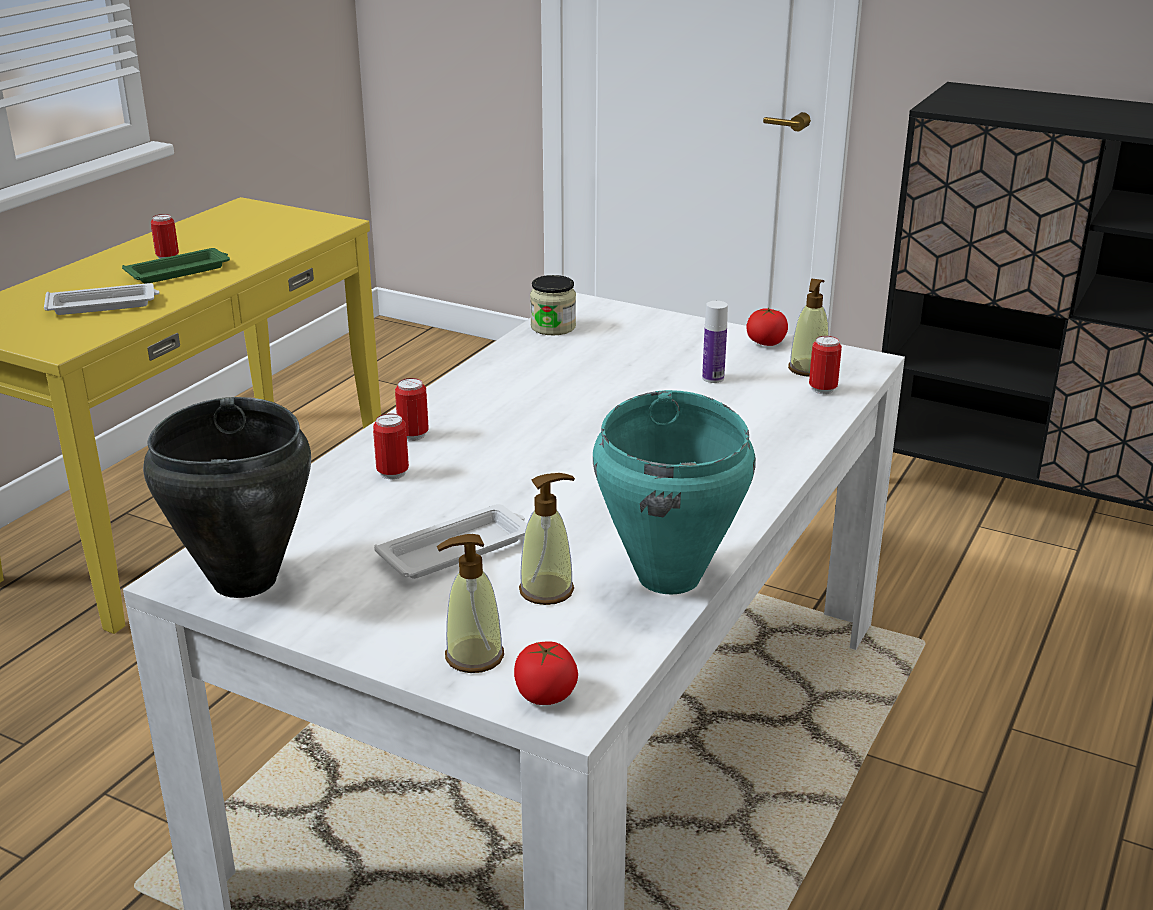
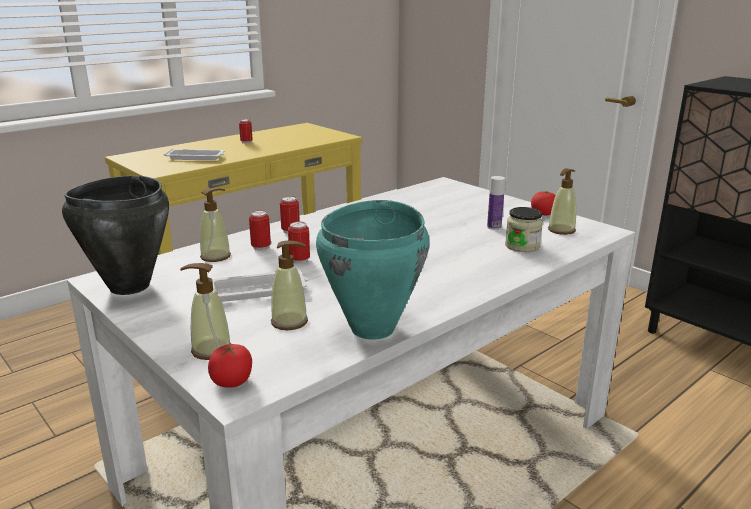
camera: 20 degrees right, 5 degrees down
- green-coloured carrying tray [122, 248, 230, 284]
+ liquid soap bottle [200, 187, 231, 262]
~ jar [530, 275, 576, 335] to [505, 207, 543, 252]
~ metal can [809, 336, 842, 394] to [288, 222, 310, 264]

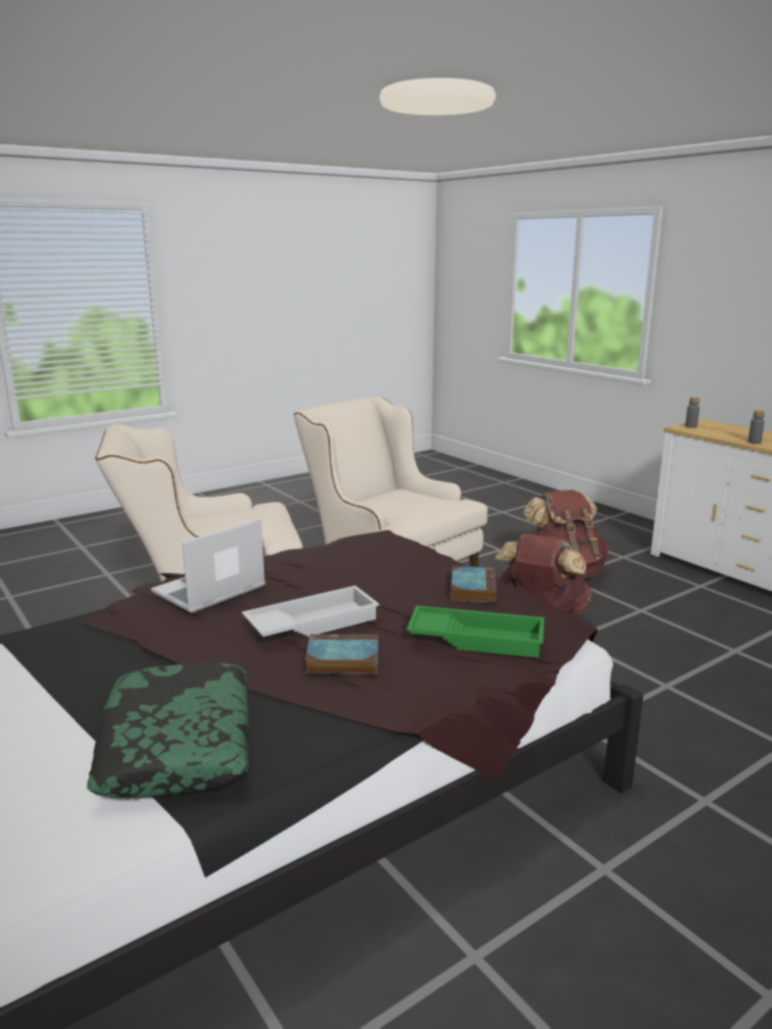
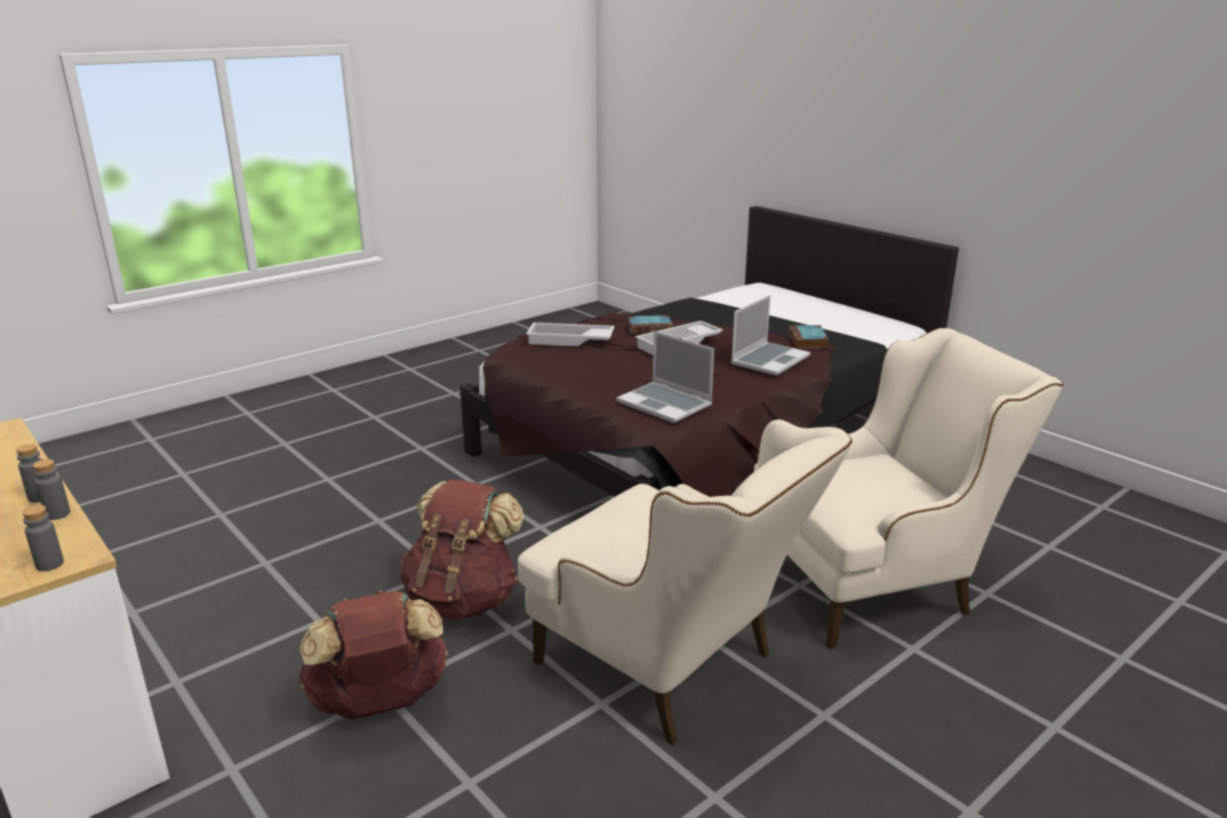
camera: 175 degrees right, 5 degrees up
- throw pillow [87, 662, 249, 798]
+ gray bottle [33, 459, 70, 520]
+ laptop [616, 331, 714, 423]
~ book [450, 566, 497, 603] to [789, 325, 829, 348]
~ green-coloured carrying tray [406, 605, 544, 658] to white carrying tray [526, 323, 615, 346]

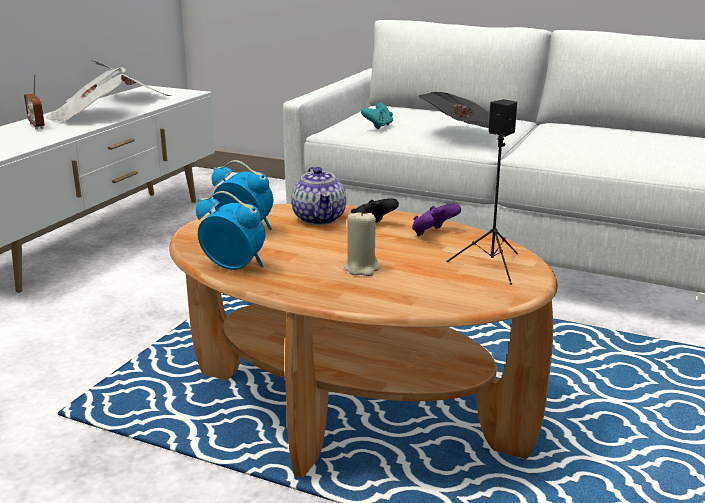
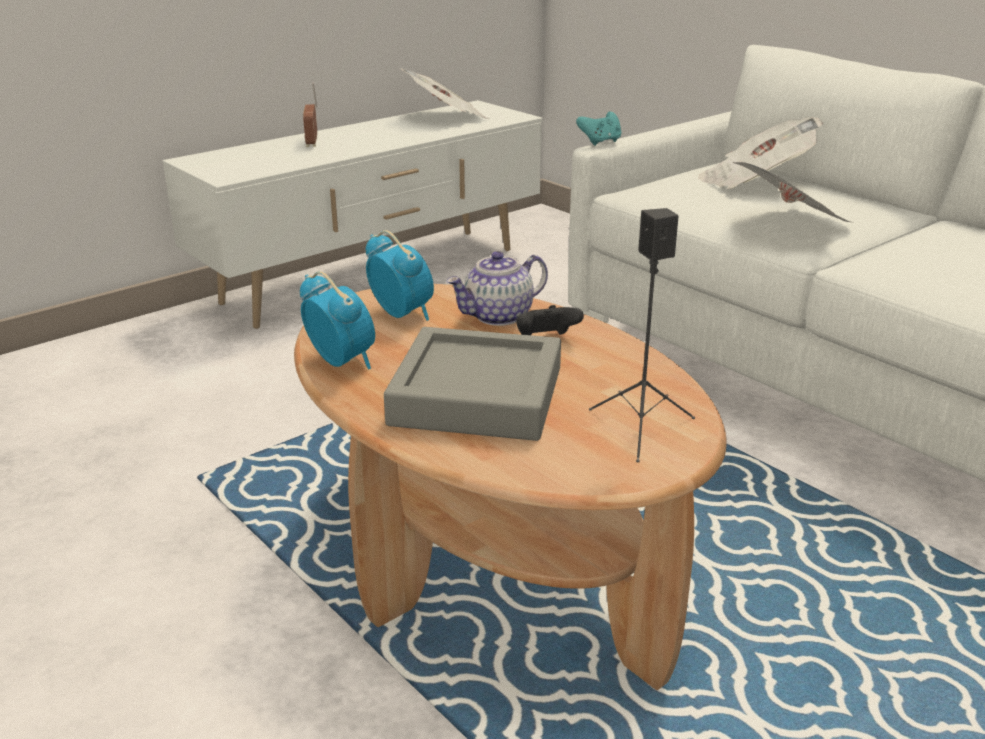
camera: 25 degrees right, 5 degrees up
- purplish game controller [412, 204, 461, 236]
~ newspaper [46, 67, 126, 121] to [698, 117, 823, 189]
~ turquoise-coloured game controller [361, 103, 393, 130] to [576, 112, 622, 146]
~ sand-coloured wax light [344, 210, 380, 276] to gray carrying tray [384, 327, 561, 441]
~ teapot [291, 167, 346, 225] = [446, 251, 548, 326] 45 degrees clockwise

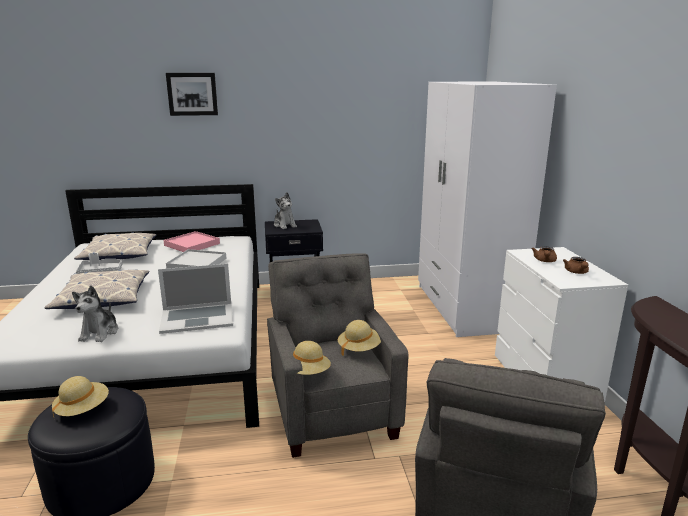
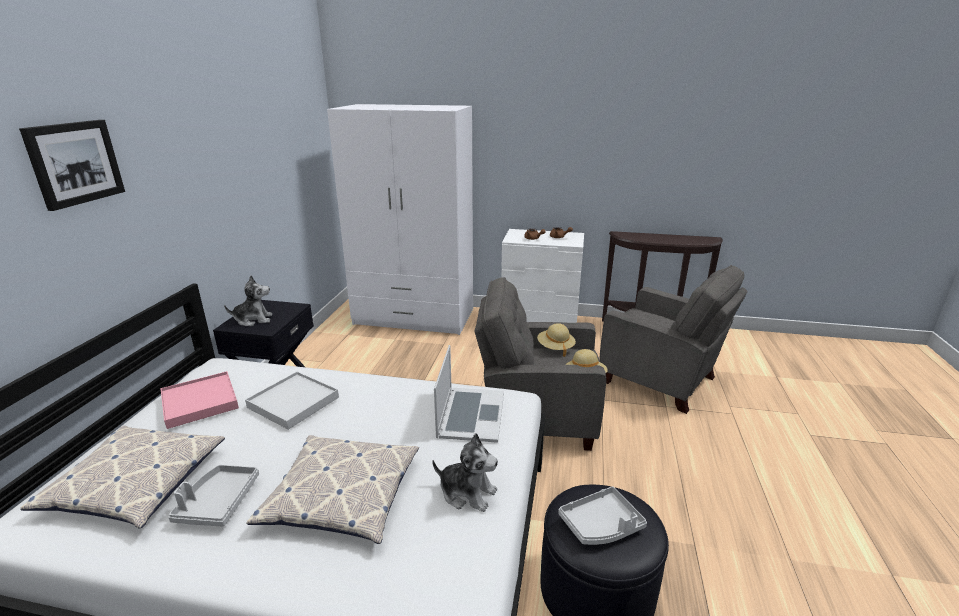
camera: 70 degrees left, 5 degrees up
~ sand-coloured hat [52, 376, 109, 420] to gray carrying tray [558, 486, 647, 545]

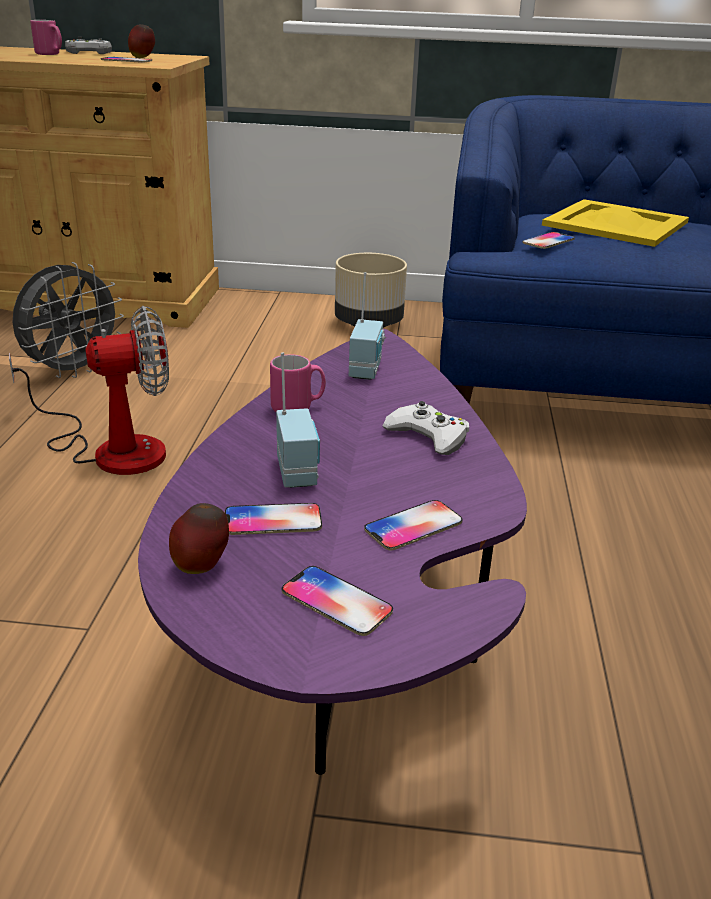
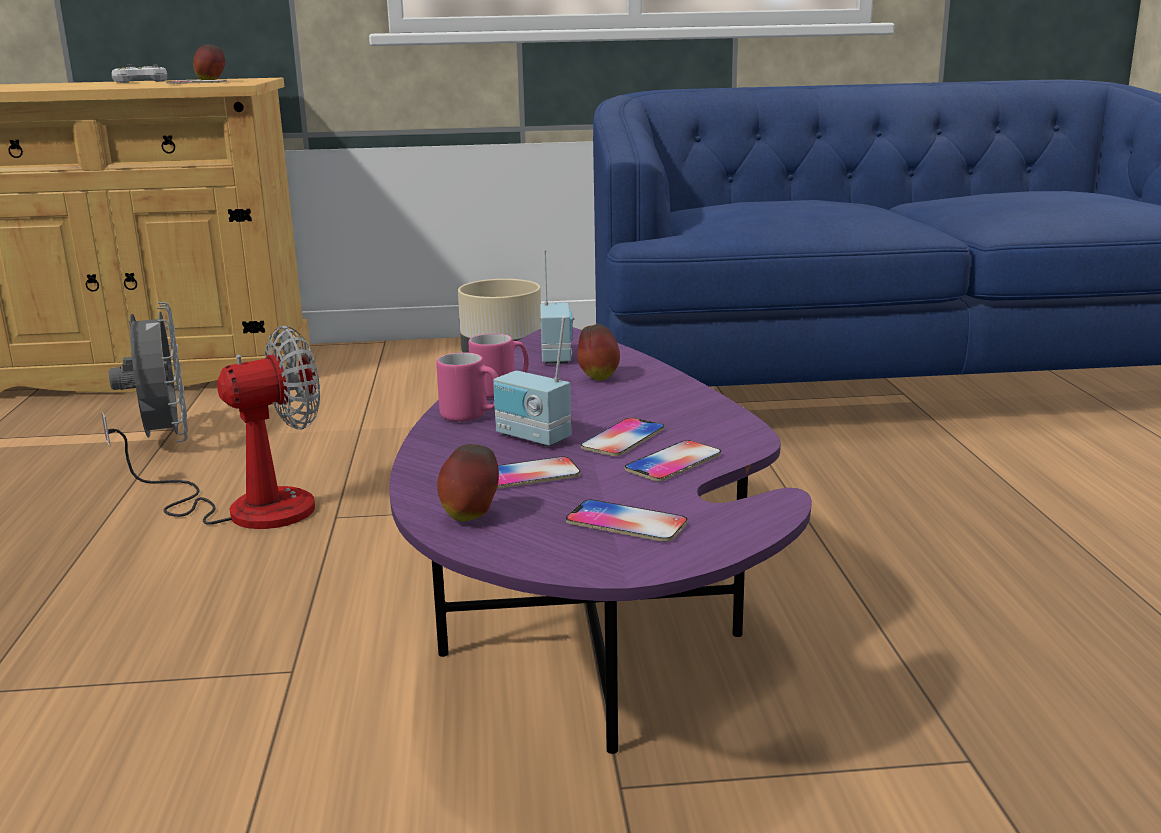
camera: 10 degrees left, 10 degrees down
- white game controller [382, 401, 469, 455]
- yellow-coloured carrying tray [542, 199, 689, 247]
+ apple fruit [577, 324, 620, 381]
~ pink mug [30, 20, 62, 55] to [436, 352, 498, 422]
~ handset [522, 232, 575, 249] to [581, 418, 665, 456]
~ gray cooling fan [12, 262, 124, 378] = [109, 302, 188, 442] 45 degrees counterclockwise
~ radio receiver [276, 353, 320, 488] = [493, 317, 572, 447] 150 degrees clockwise

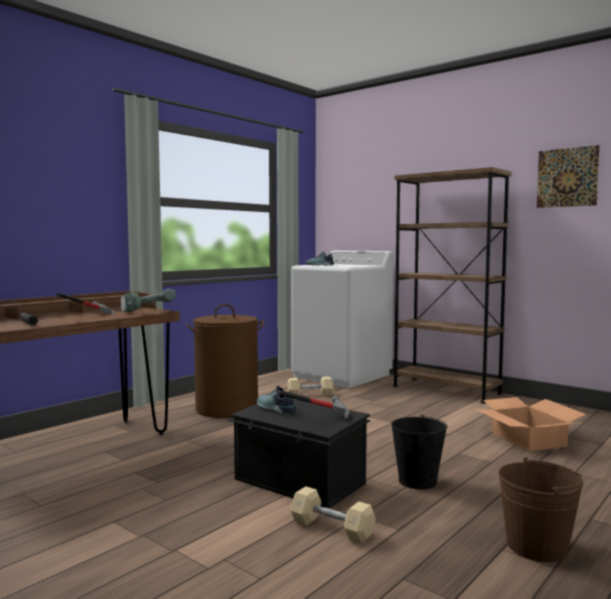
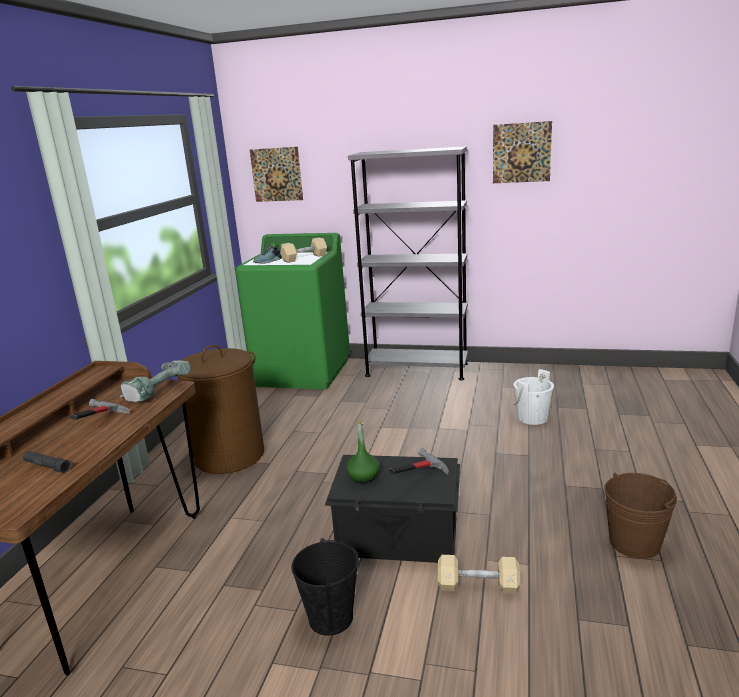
camera: 25 degrees left, 15 degrees up
+ picture [250, 147, 303, 202]
~ sand-coloured dumbbell [287, 377, 334, 396] to [280, 237, 327, 263]
~ black-coloured water bucket [391, 414, 448, 489] to [292, 538, 359, 636]
~ low shoe [257, 386, 296, 414] to green-coloured bottle [347, 419, 380, 483]
~ cardboard box [475, 397, 586, 451] to white water bucket [514, 369, 554, 425]
~ white laundry appliance [291, 250, 393, 388] to green-coloured laundry appliance [235, 233, 350, 390]
~ brown-coloured bookcase [393, 167, 512, 404] to gray bookcase [348, 146, 468, 380]

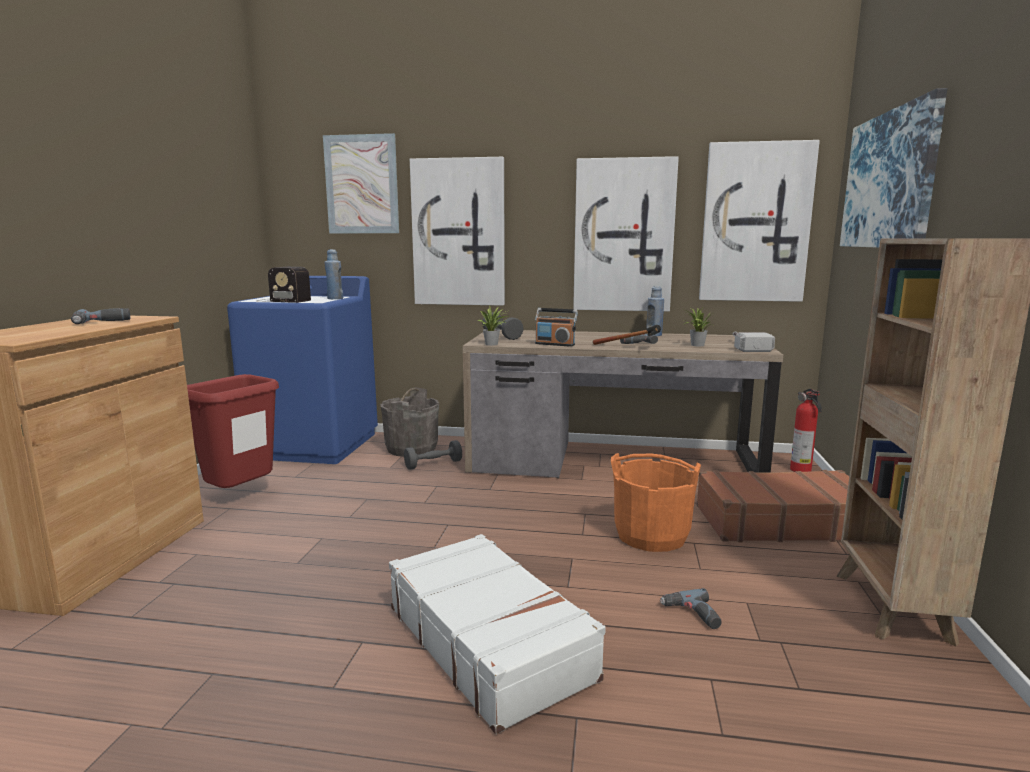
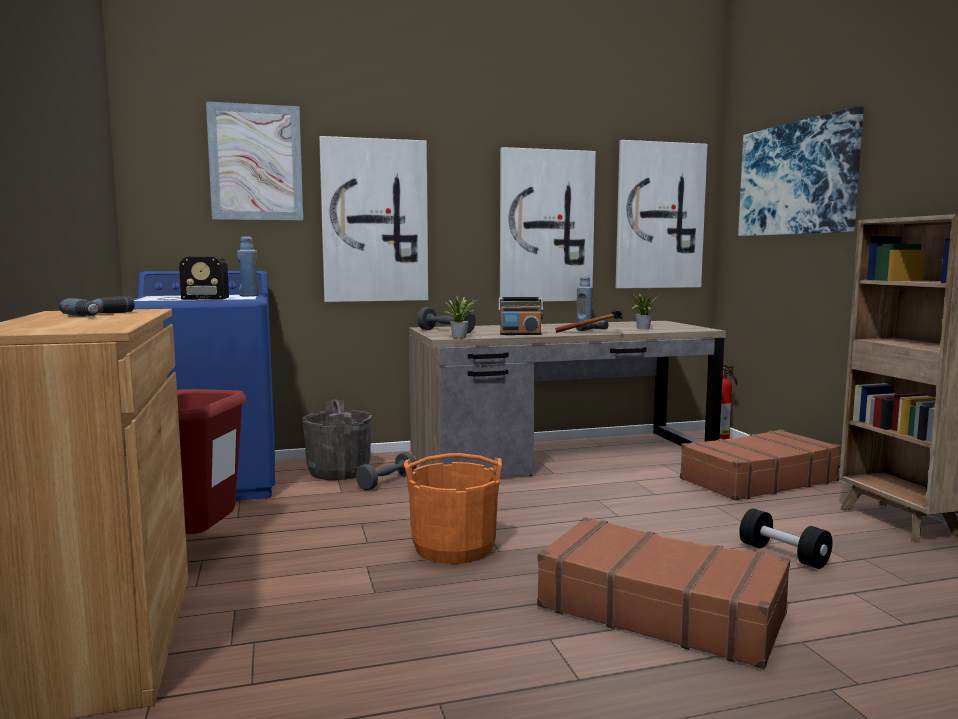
camera: 25 degrees left, 5 degrees down
- hand hammer [733, 332, 775, 352]
~ orange water bucket [611, 453, 701, 552] to [404, 453, 502, 564]
~ electric drill [660, 588, 722, 629] to black-coloured dumbbell [739, 509, 832, 569]
~ white piece of luggage [389, 534, 606, 734] to brown-coloured piece of luggage [537, 517, 790, 669]

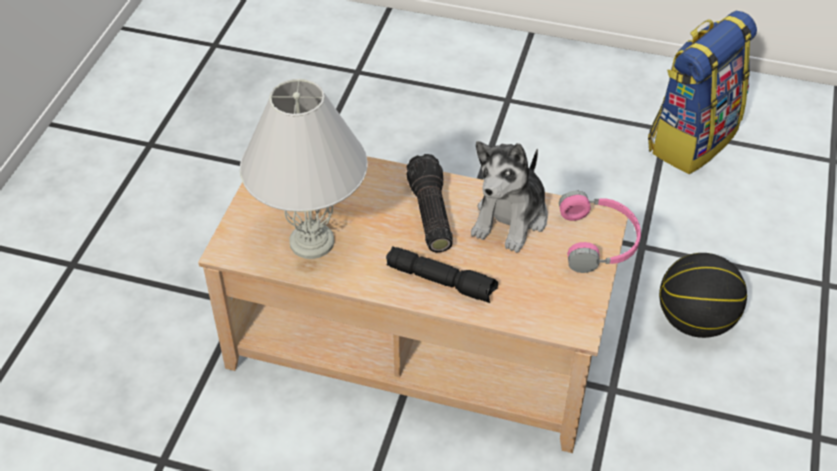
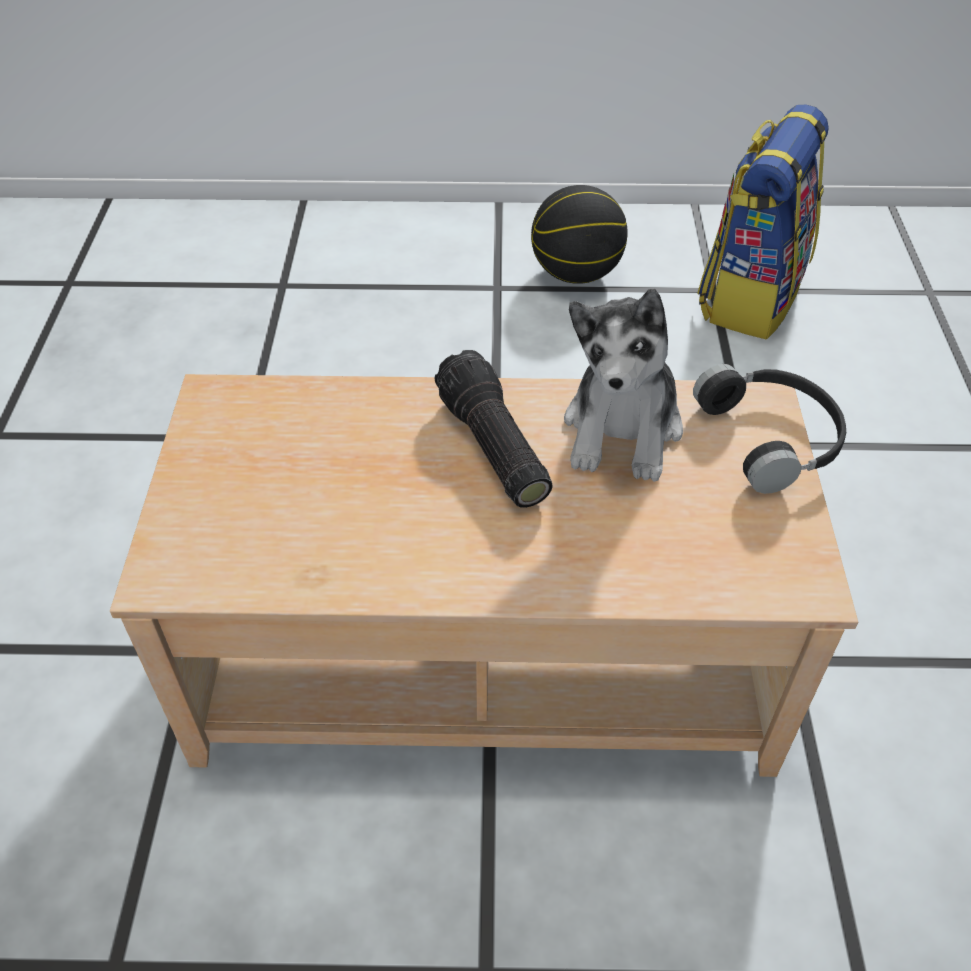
camera: 15 degrees left, 0 degrees up
- white tabletop lamp [240, 79, 368, 259]
- black-coloured torch [386, 246, 498, 303]
~ basketball [659, 253, 747, 338] to [531, 185, 628, 284]
~ pink pair of headphones [559, 191, 641, 273] to black-coloured pair of headphones [693, 364, 846, 494]

